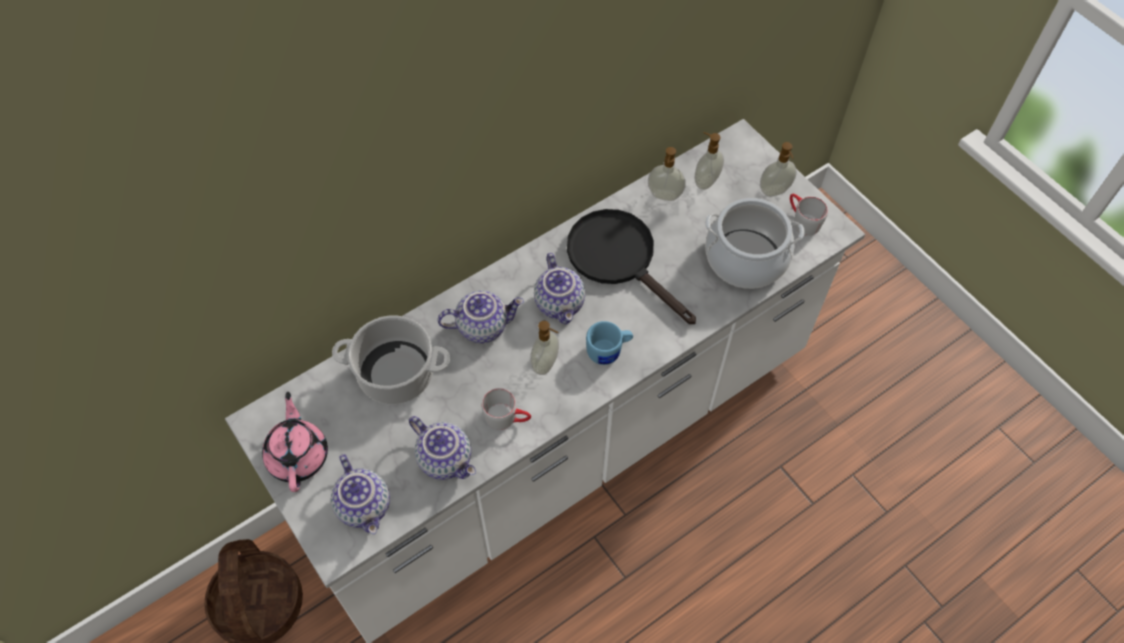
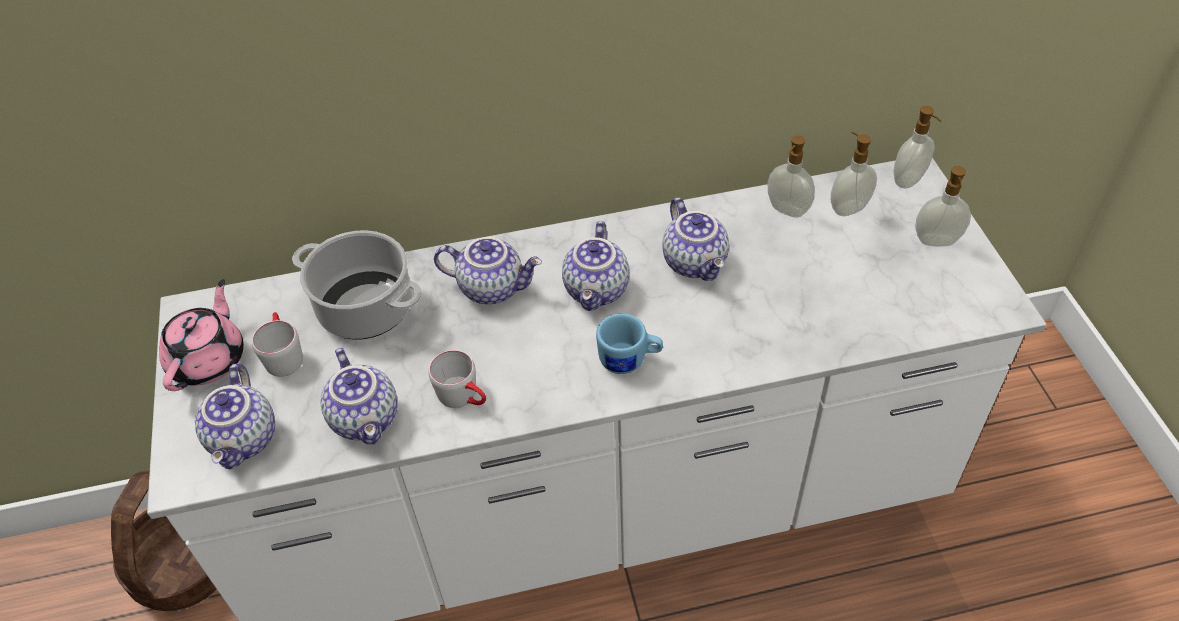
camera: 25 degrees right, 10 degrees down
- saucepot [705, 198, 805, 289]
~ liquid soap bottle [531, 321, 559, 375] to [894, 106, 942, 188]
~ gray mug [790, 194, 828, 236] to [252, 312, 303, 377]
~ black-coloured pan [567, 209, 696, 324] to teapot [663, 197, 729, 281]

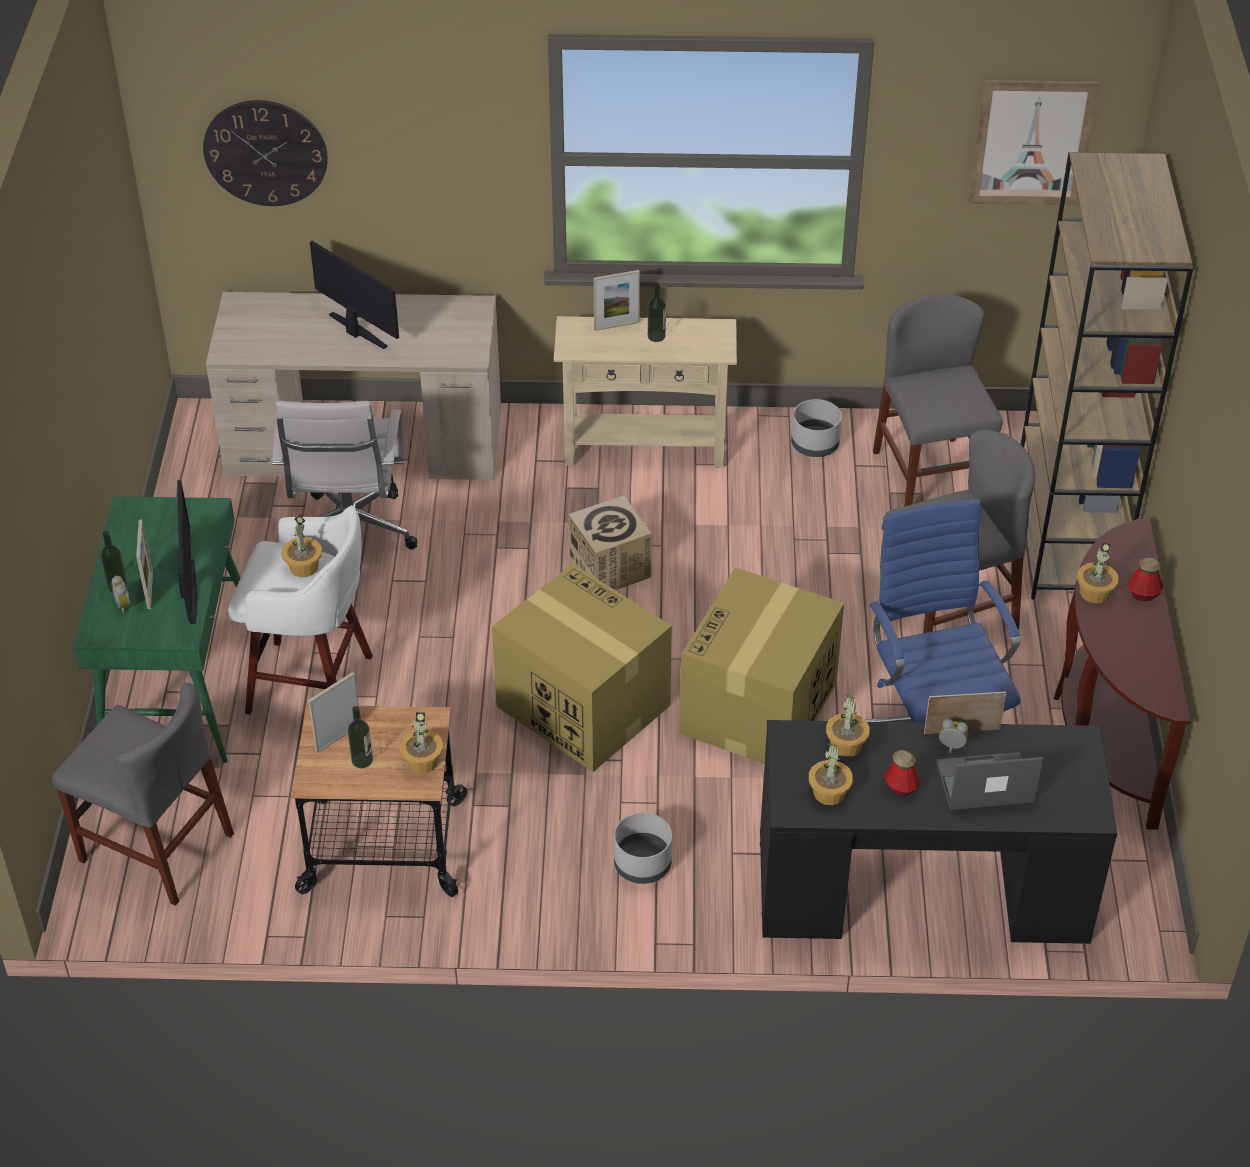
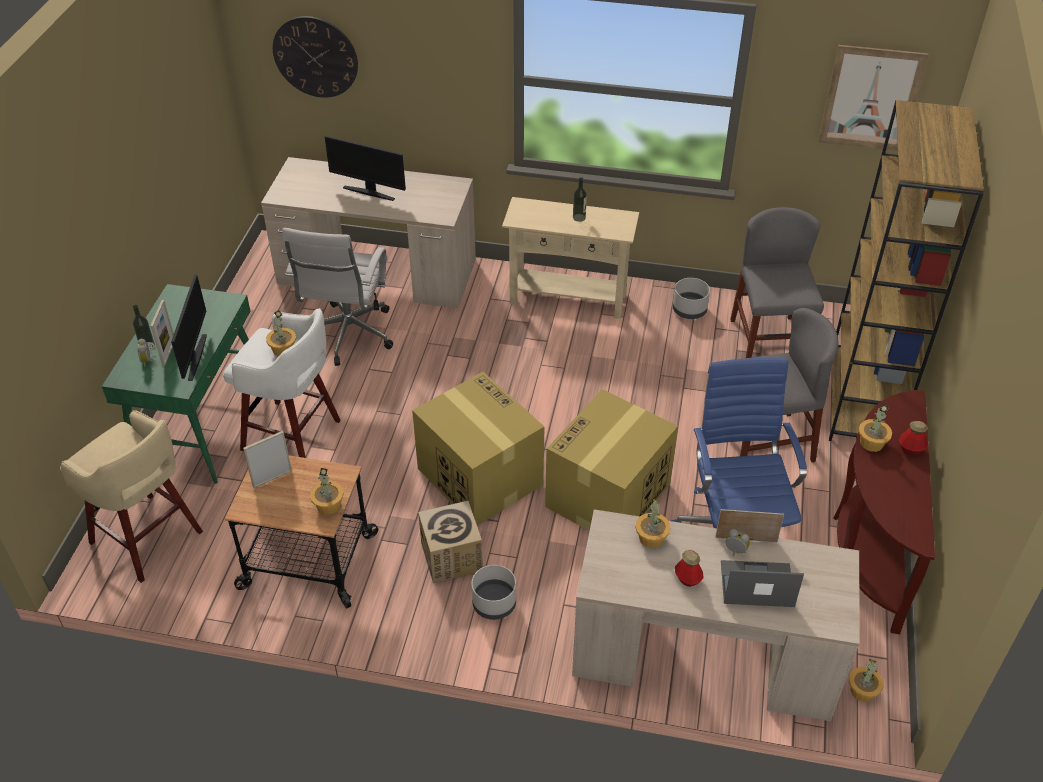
camera: 10 degrees right, 0 degrees up
- bottle [348, 706, 373, 768]
- photo frame [593, 270, 640, 331]
~ cardboard box [568, 495, 652, 590] to [418, 501, 483, 583]
~ plant in a pot [809, 744, 853, 805] to [849, 659, 884, 702]
~ gray plain chair [52, 683, 234, 906] to sand-coloured stool [60, 410, 203, 583]
~ black-coloured desk unit [760, 720, 1118, 944] to sand-coloured desk unit [572, 509, 860, 721]
~ computer display [310, 241, 399, 349] = [325, 136, 406, 201] 150 degrees clockwise

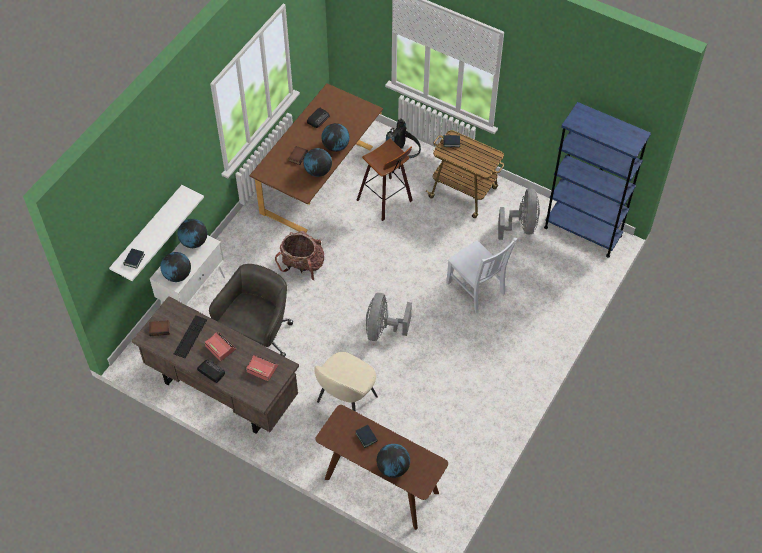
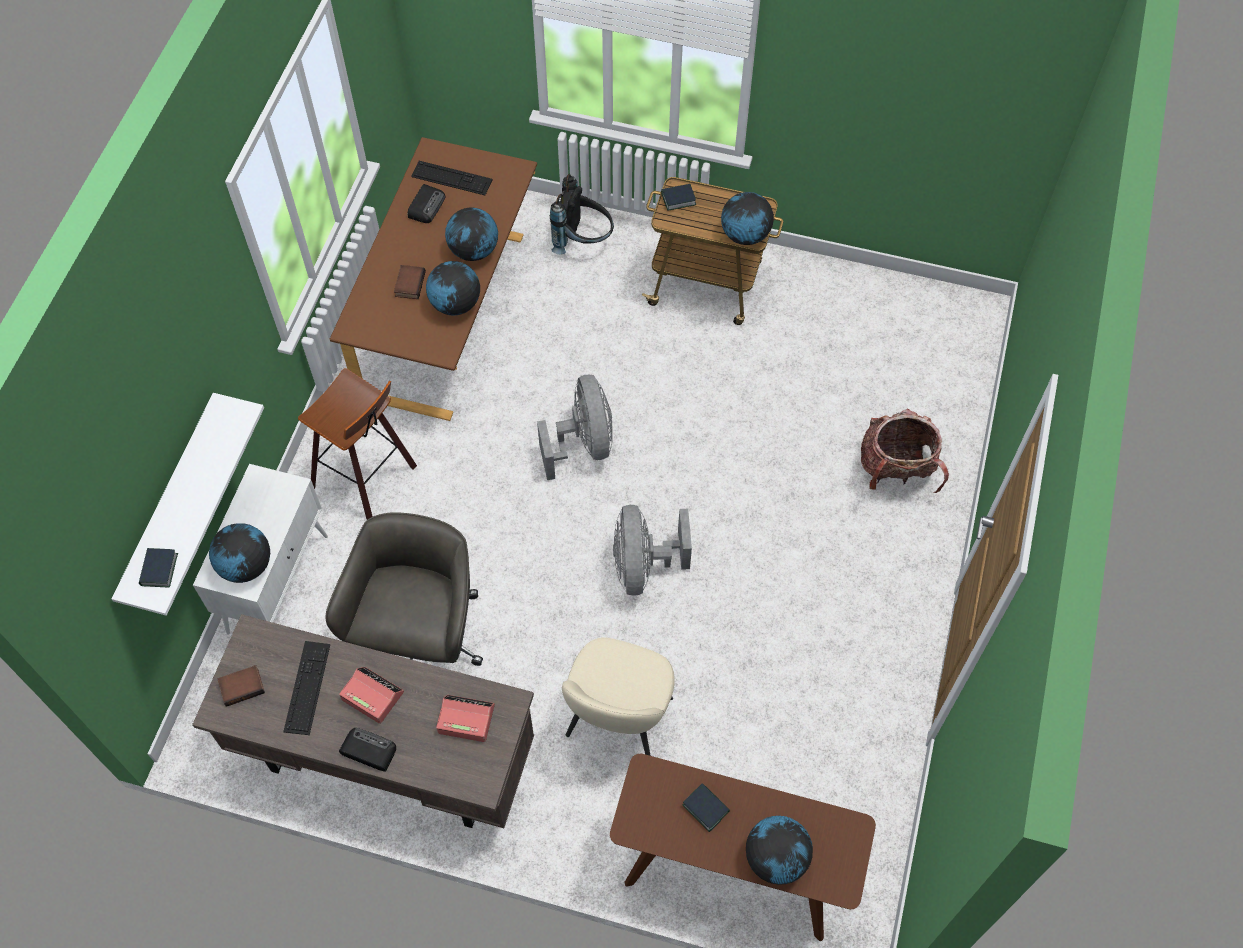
camera: 15 degrees left, 5 degrees up
- white plain chair [446, 238, 517, 313]
- blue-coloured bookcase [544, 102, 651, 258]
+ PC keyboard [411, 161, 492, 195]
~ desk globe [177, 219, 207, 248] to [721, 192, 774, 245]
~ knapsack [275, 231, 324, 281] to [861, 409, 949, 493]
~ stool [357, 139, 413, 221] to [298, 368, 417, 520]
~ gray cooling fan [498, 188, 540, 240] to [537, 375, 613, 480]

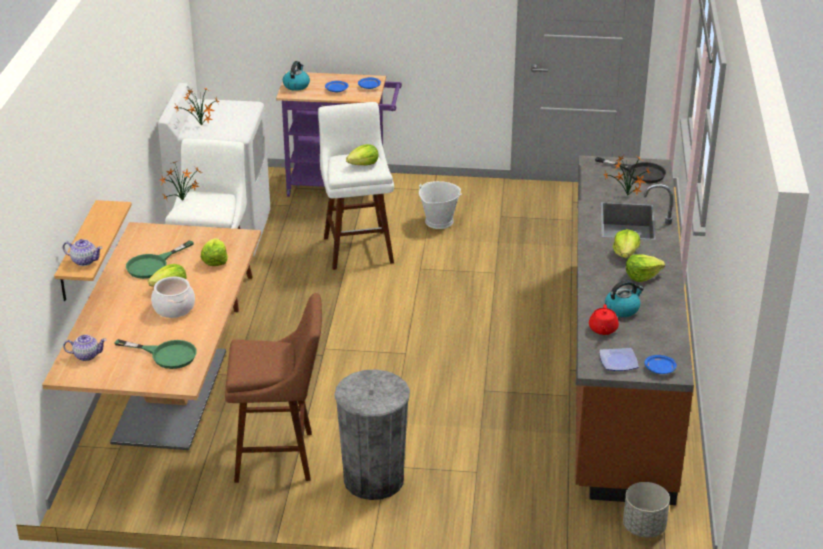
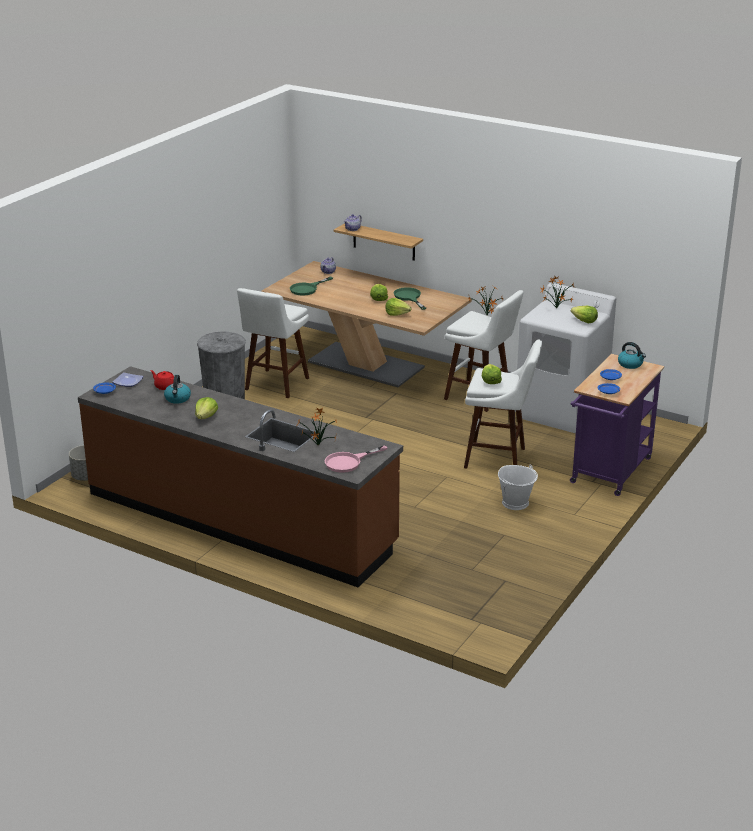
camera: 115 degrees right, 5 degrees down
- saucepot [151, 277, 195, 318]
~ head of lettuce [613, 229, 640, 258] to [571, 306, 598, 323]
~ brown-coloured stool [225, 293, 322, 483] to white stool [237, 288, 309, 398]
~ black-coloured pan [595, 157, 666, 183] to pink pan [325, 445, 387, 473]

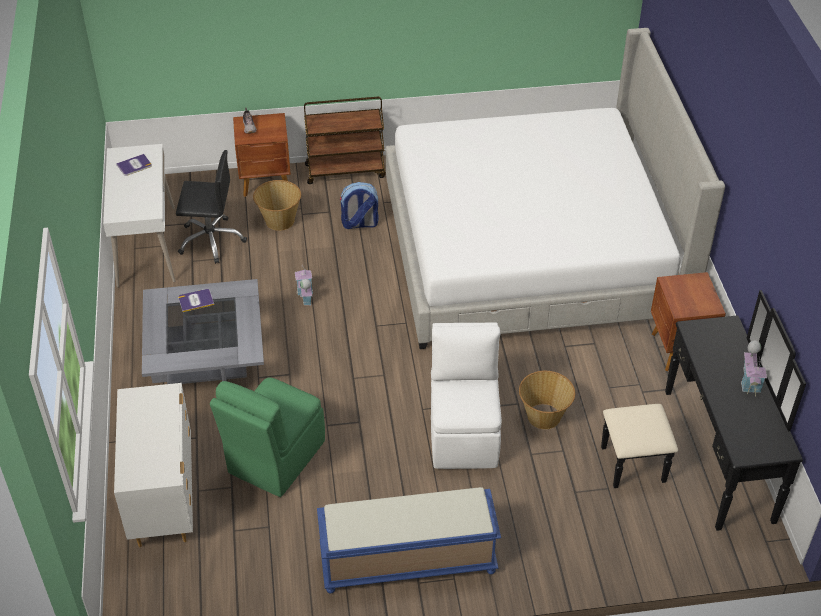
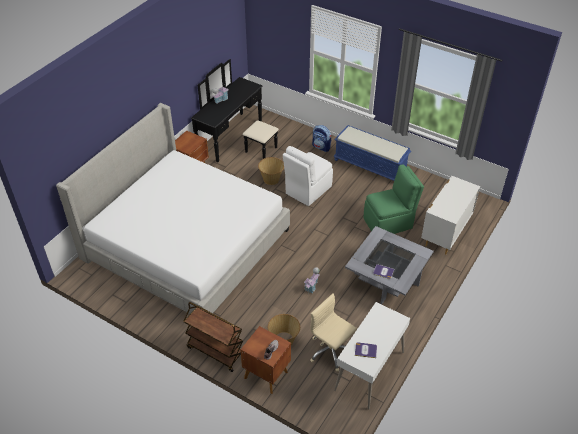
camera: 140 degrees left, 0 degrees up
~ knapsack [340, 182, 379, 229] to [312, 125, 331, 152]
~ black-coloured desk chair [176, 150, 247, 264] to sand-coloured desk chair [310, 293, 357, 372]

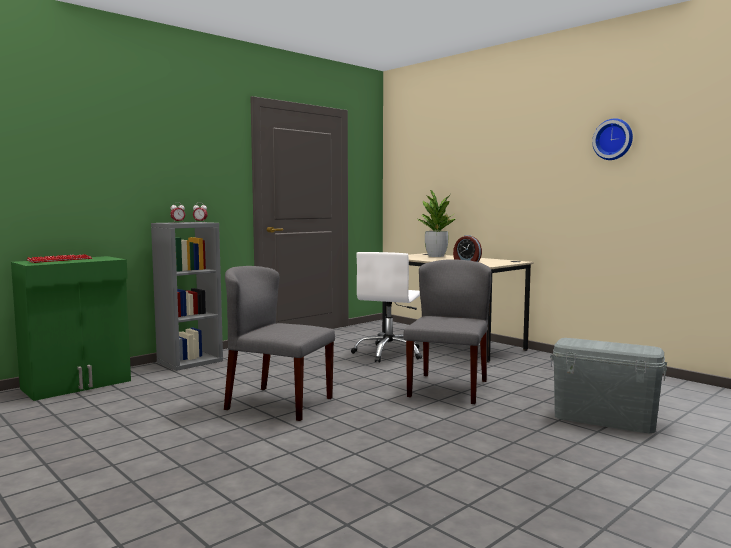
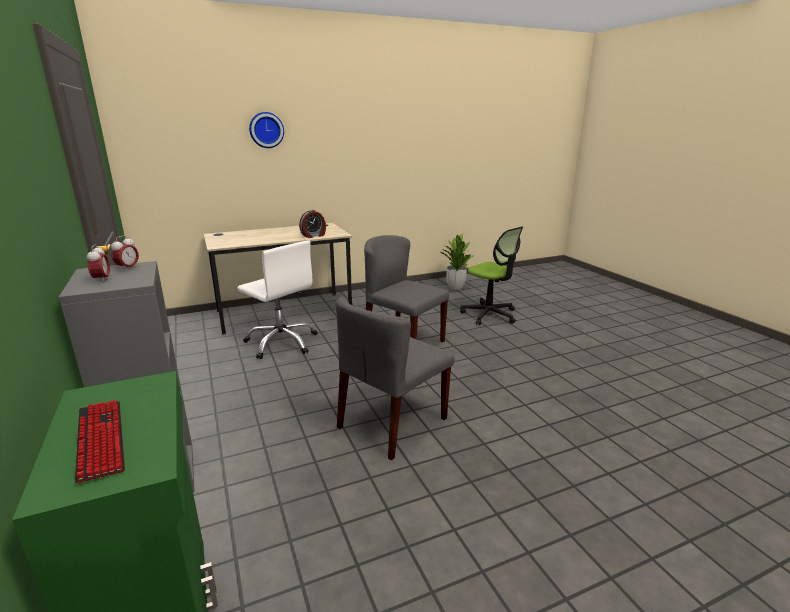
camera: 70 degrees left, 15 degrees up
~ plant in a pot [414, 190, 456, 257] to [440, 234, 474, 290]
~ hanging clock [592, 118, 633, 160] to [249, 112, 284, 148]
~ gray storage box [550, 338, 667, 433] to desk chair [460, 226, 523, 325]

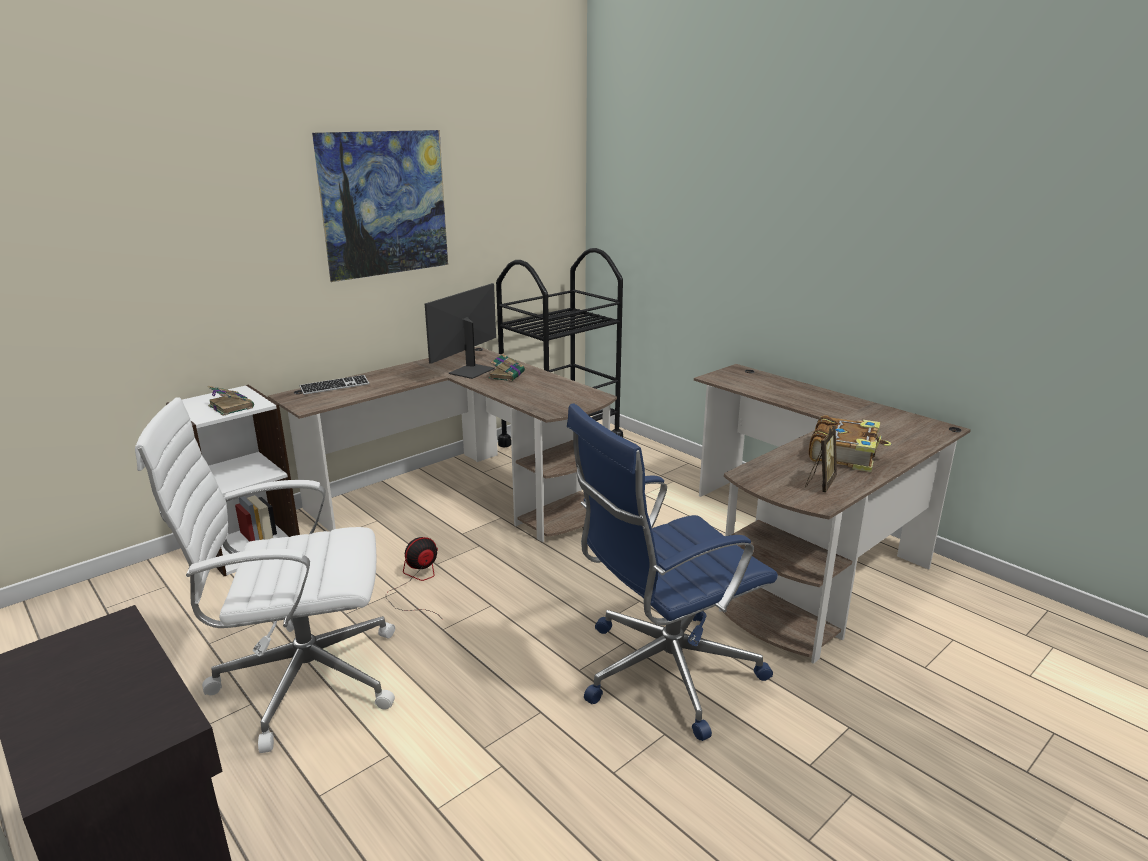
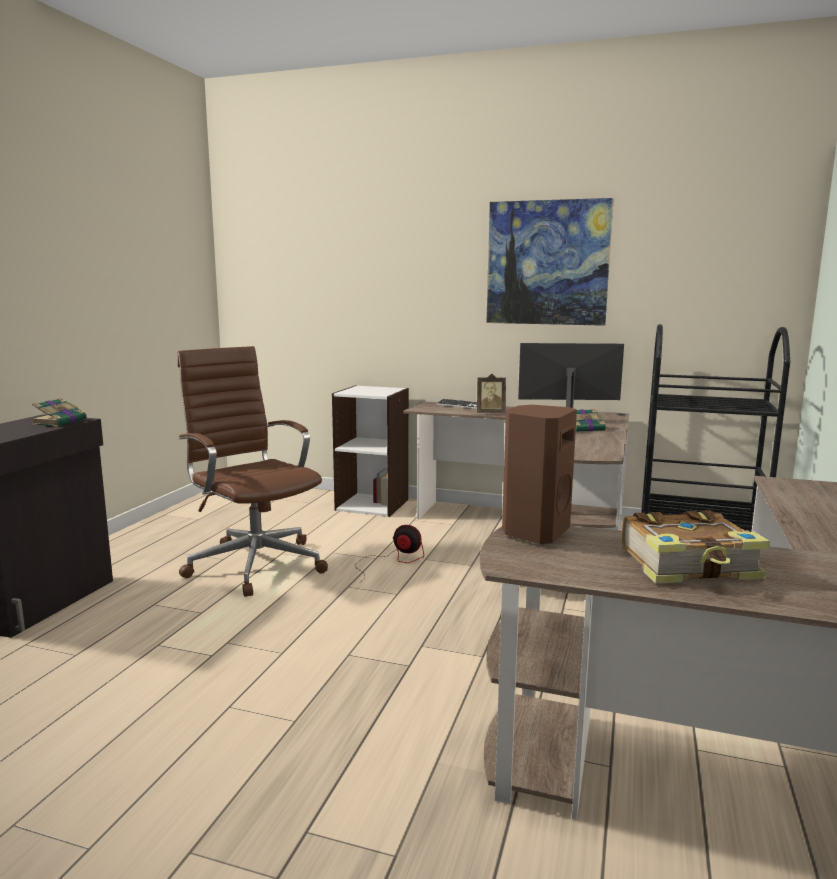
camera: 60 degrees right, 10 degrees down
- blue-coloured desk chair [567, 403, 778, 741]
+ brown-coloured audio speaker [502, 405, 577, 544]
~ book [208, 386, 254, 416] to [32, 398, 86, 427]
~ photo frame [805, 426, 837, 492] to [477, 374, 506, 413]
~ white desk chair [135, 397, 395, 753] to brown-coloured desk chair [178, 346, 328, 597]

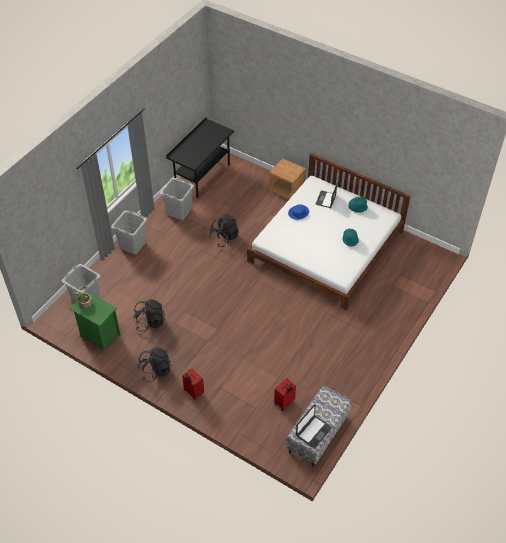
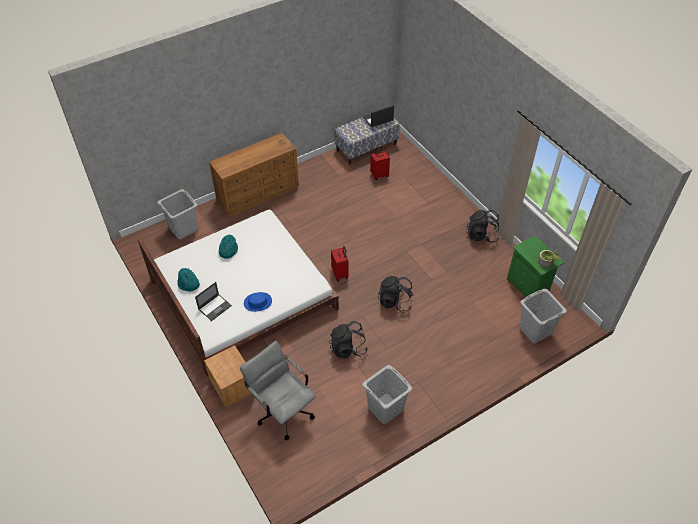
camera: 155 degrees left, 0 degrees up
- black-coloured desk unit [166, 117, 234, 199]
+ brown-coloured dresser [209, 133, 299, 216]
+ gray desk chair [240, 341, 316, 440]
~ gray washing basket [111, 210, 147, 254] to [157, 189, 198, 239]
~ black-coloured knapsack [134, 299, 165, 332] to [378, 276, 414, 312]
~ red-coloured piece of luggage [182, 368, 204, 399] to [331, 246, 348, 281]

